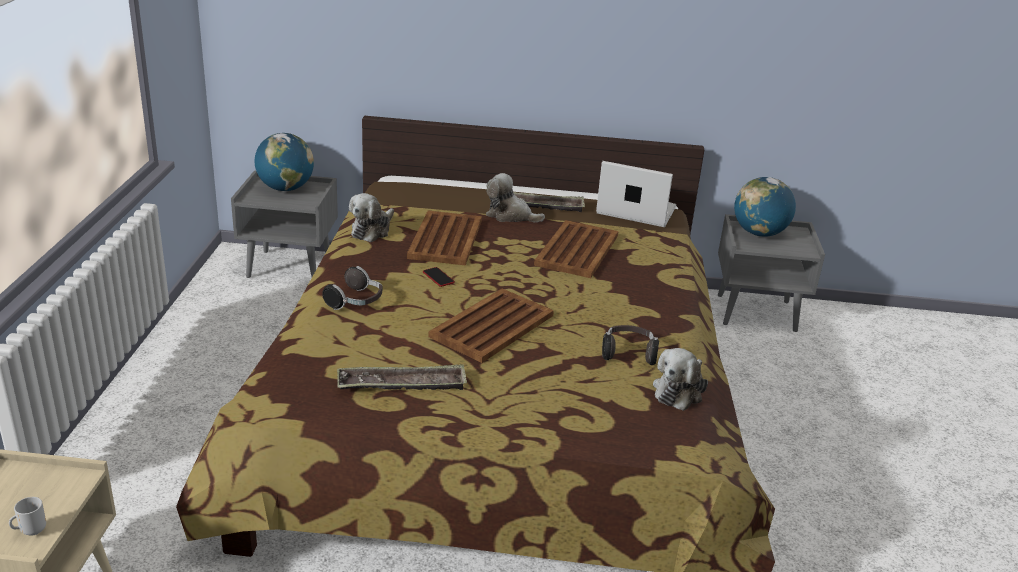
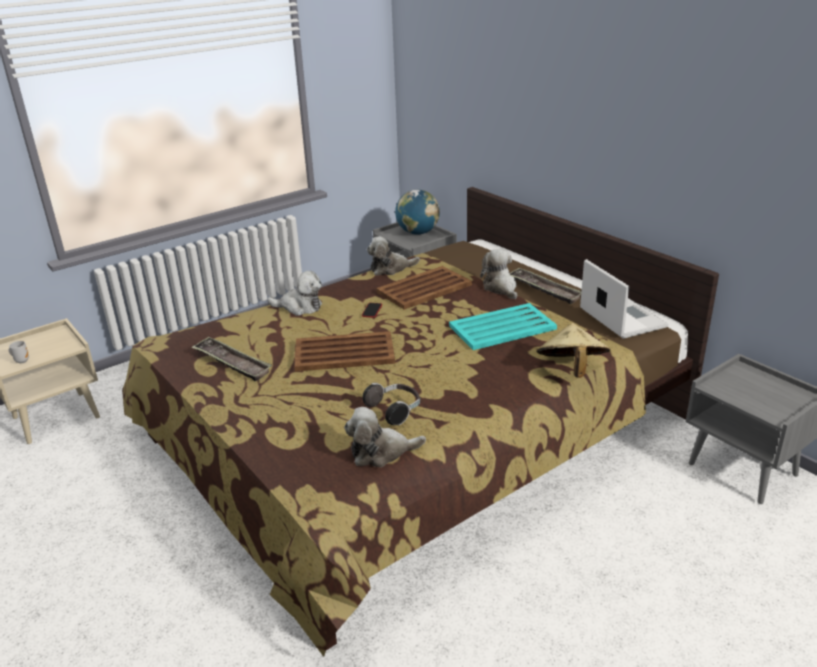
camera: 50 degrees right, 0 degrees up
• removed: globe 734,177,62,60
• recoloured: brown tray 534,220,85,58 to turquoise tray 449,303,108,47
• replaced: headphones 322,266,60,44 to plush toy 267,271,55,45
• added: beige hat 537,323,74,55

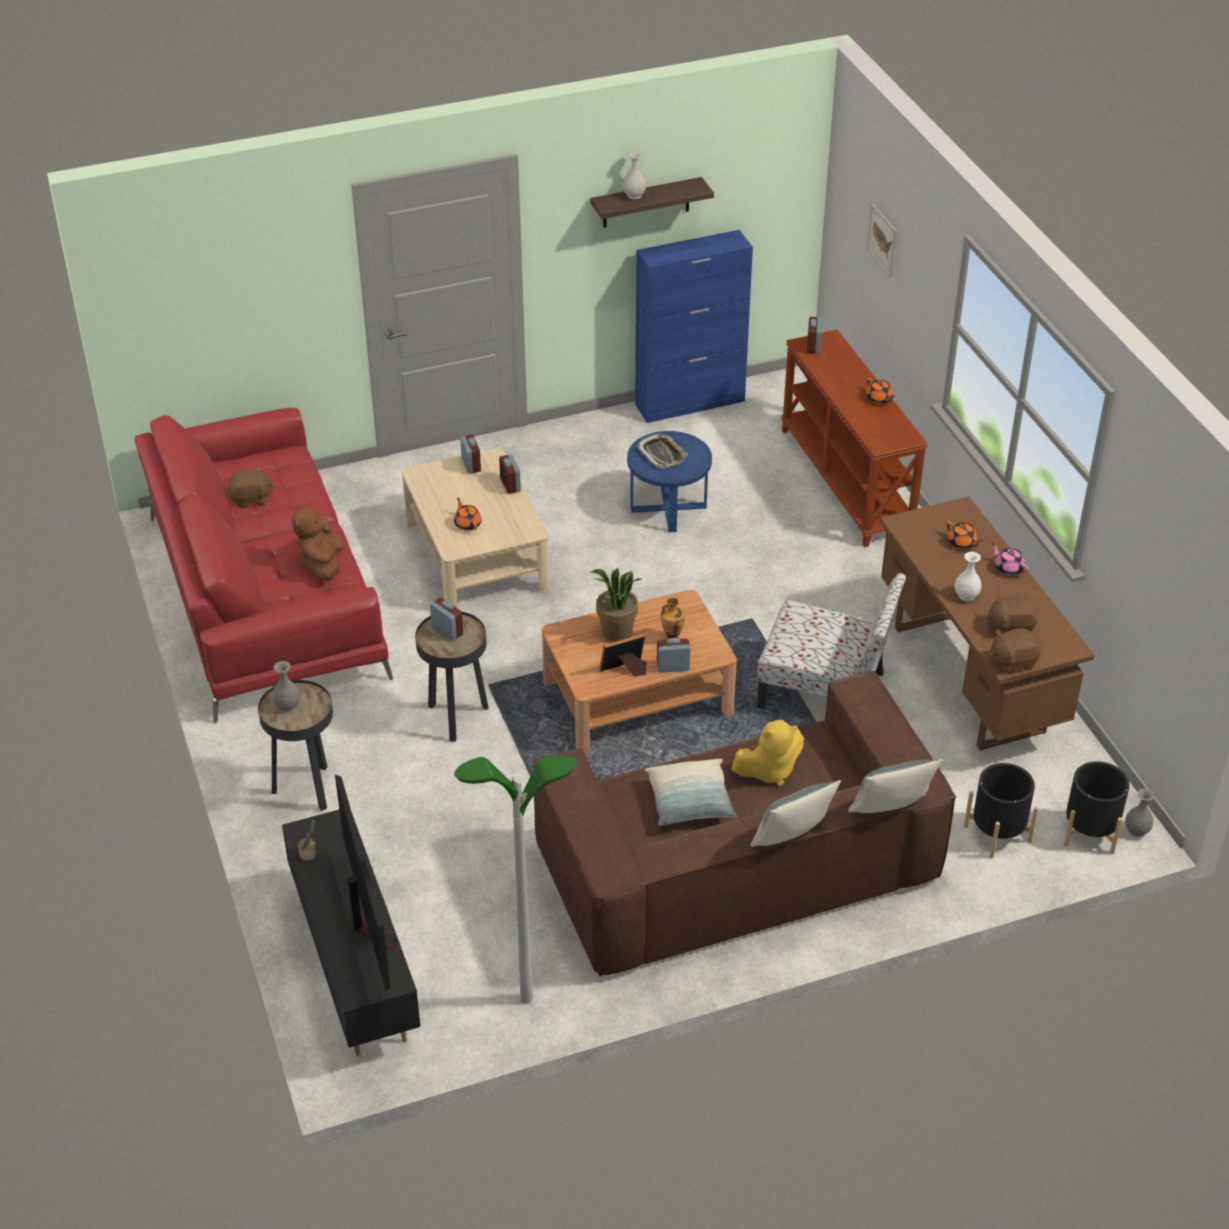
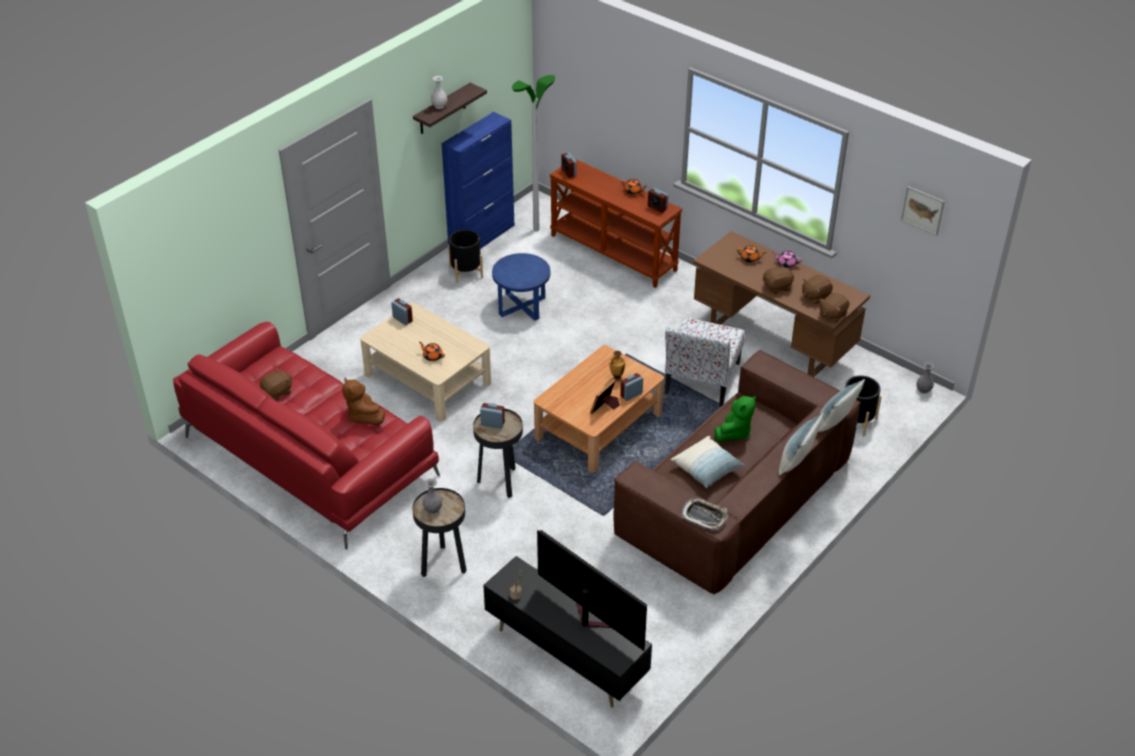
camera: 30 degrees left, 0 degrees up
• moved: picture 867,204,30,74 to 901,186,44,50
• moved: tray 636,434,52,35 to 682,498,46,33
• moved: alarm clock 499,454,22,40 to 648,188,20,25
• replaced: white vase 955,552,26,49 to brown plush toy 763,264,31,30
• removed: potted plant 591,568,50,74
• turned: chair 757,573,149,136 = 665,317,80,89 120 degrees clockwise
• recoloured: yellow plush toy 731,720,73,66 to green plush toy 714,396,42,46
• moved: floor lamp 454,756,123,248 to 512,75,43,156
• moved: black planter 1064,761,66,93 to 448,230,35,53

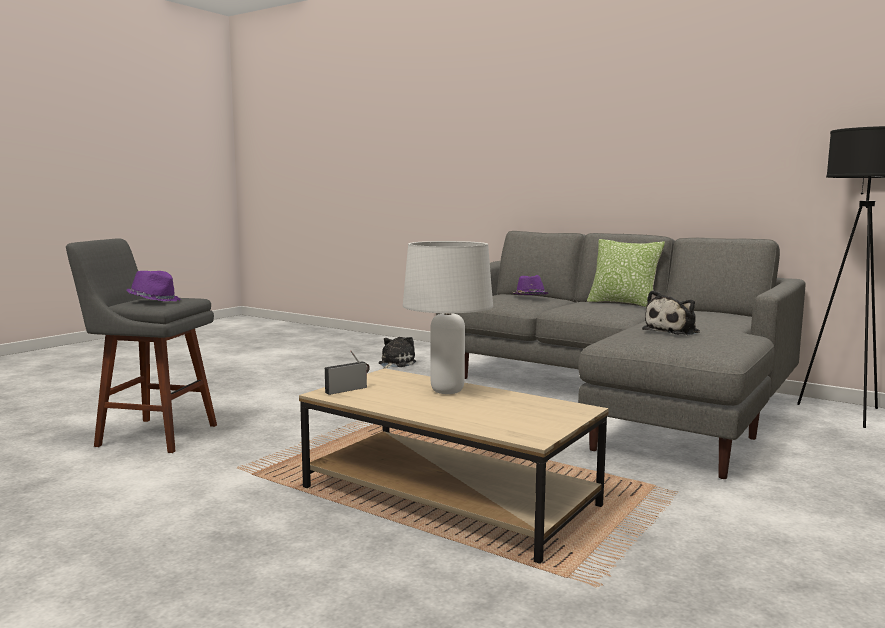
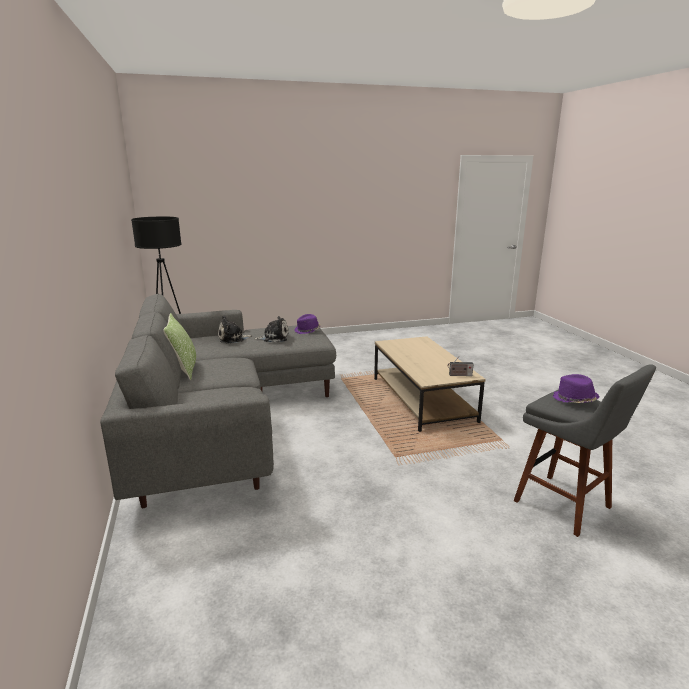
camera: 140 degrees left, 10 degrees up
• removed: white table lamp 403,241,90,153
• moved: purple hat 513,275,35,20 to 294,314,27,20
• moved: plush toy 378,337,38,32 to 218,315,35,28

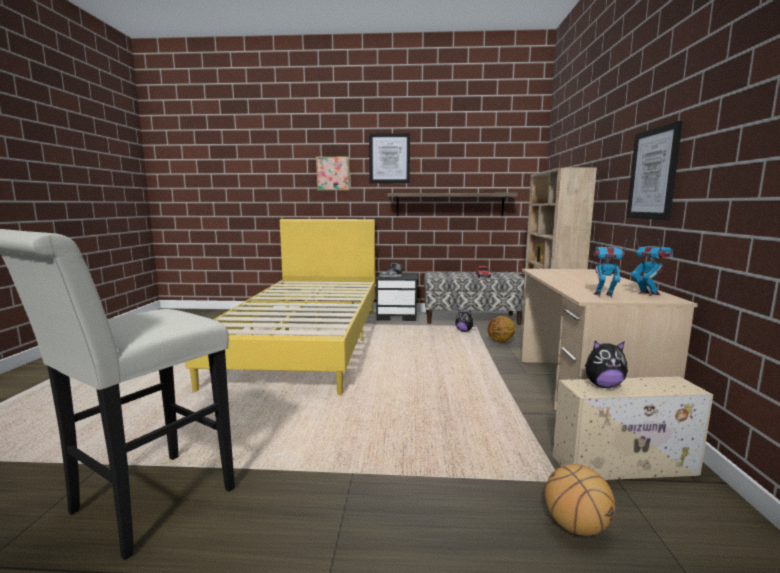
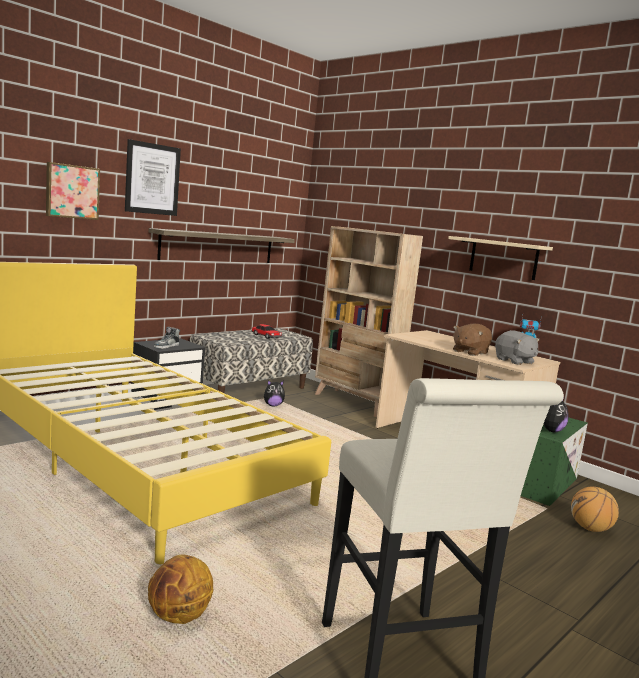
camera: 50 degrees left, 0 degrees up
• replaced: picture 627,121,55,99 to beige shelf 448,236,105,44
• replaced: toy robot 593,239,34,59 to grey plush toy 495,330,45,35
• moved: basketball 487,316,28,27 to 148,555,65,69
• recoloured: beige storage box 553,376,160,104 to green storage box 521,417,67,89
• added: brown plush toy 453,324,39,32

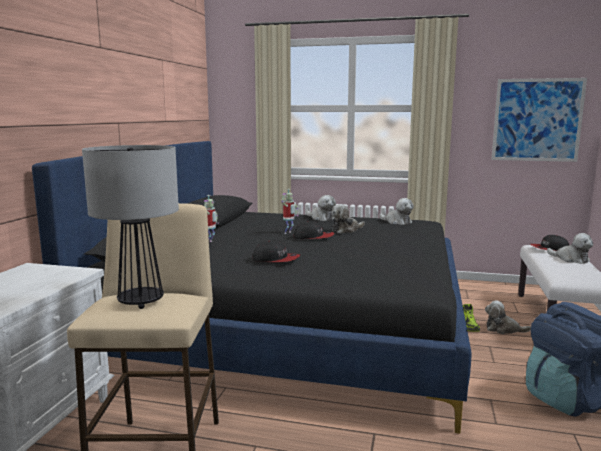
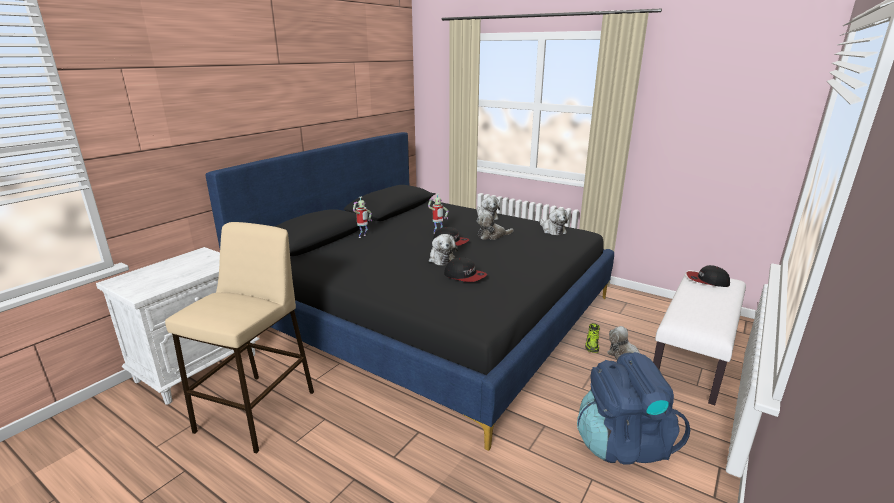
camera: 20 degrees right, 10 degrees up
• removed: picture 492,78,95,84
• removed: table lamp 82,145,97,164
• moved: plush toy 547,233,46,31 to 429,234,29,32
• moved: cap 253,241,47,21 to 444,257,43,25

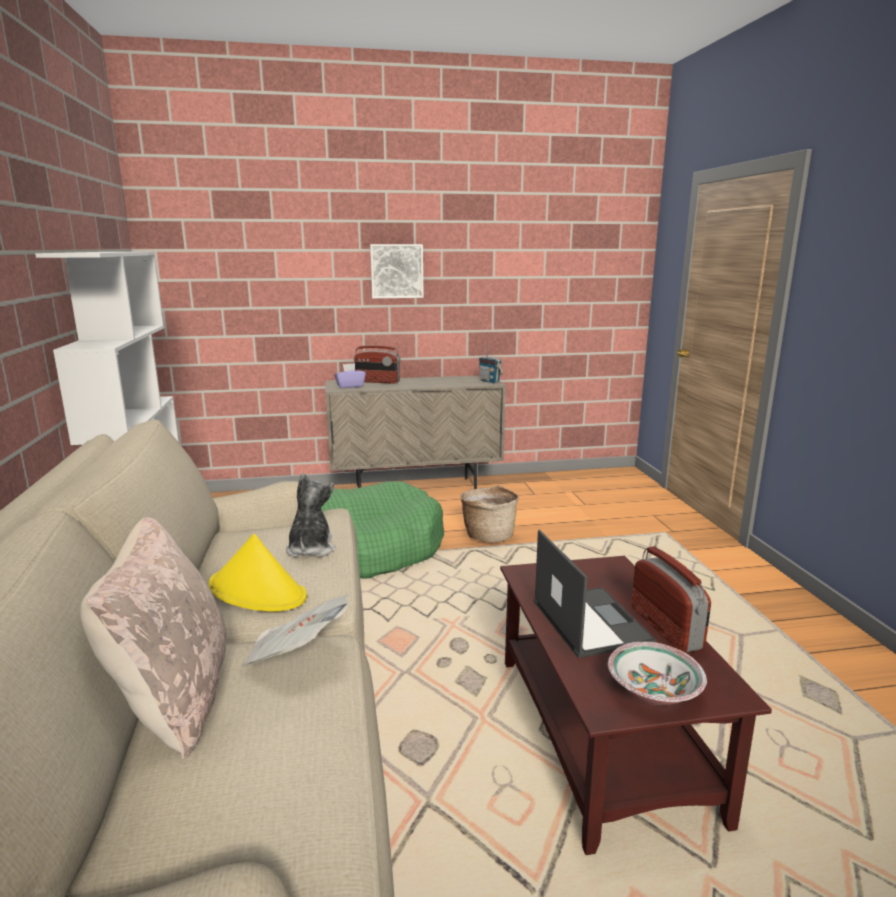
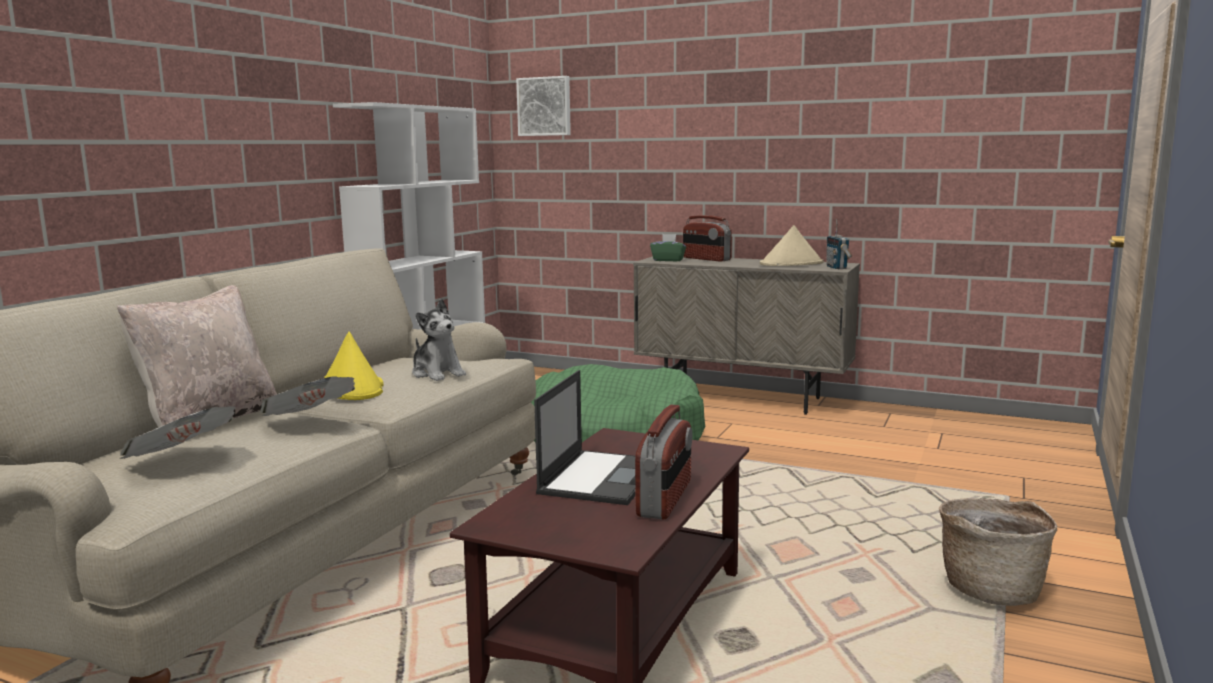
camera: 35 degrees right, 5 degrees down
• moved: picture 370,244,54,54 to 516,76,55,60
• recoloured: purple tissue box 334,363,32,25 to green tissue box 650,234,36,27
• turned: plush toy 286,473,50,84 = 412,299,54,82 105 degrees clockwise
• moved: basket 460,485,59,58 to 939,498,118,108
• removed: bowl 608,642,99,63
• added: beige hat 760,225,64,41
• added: newspaper 120,406,116,53

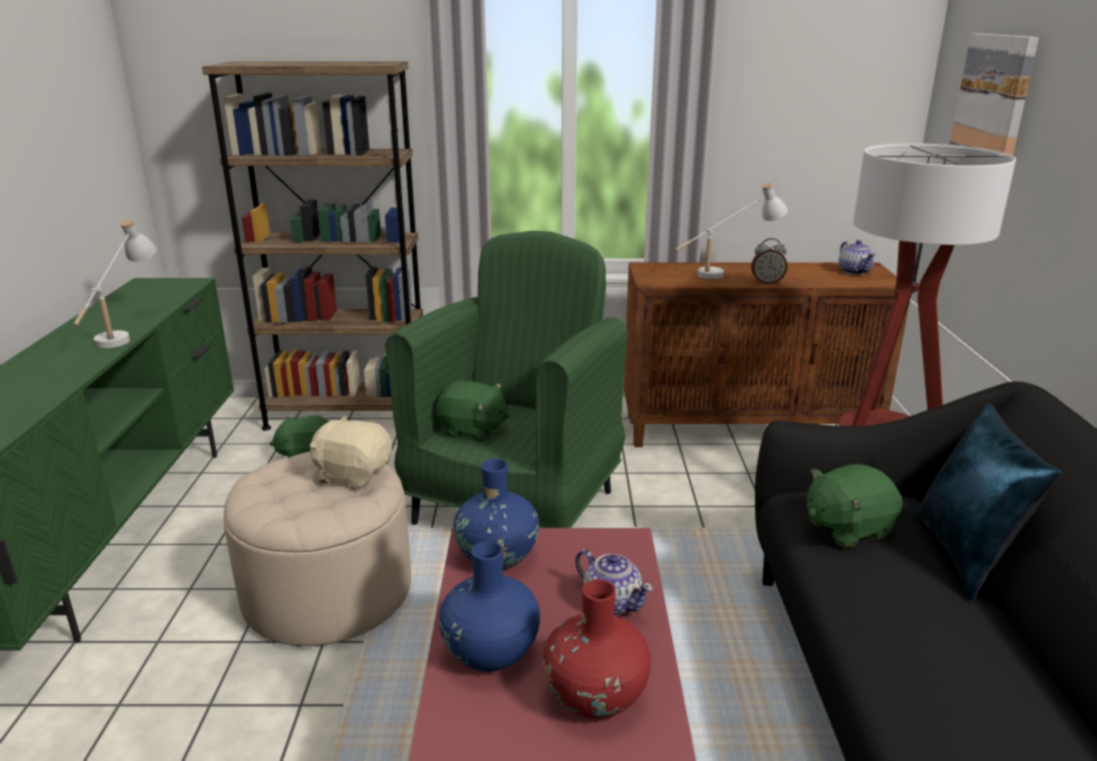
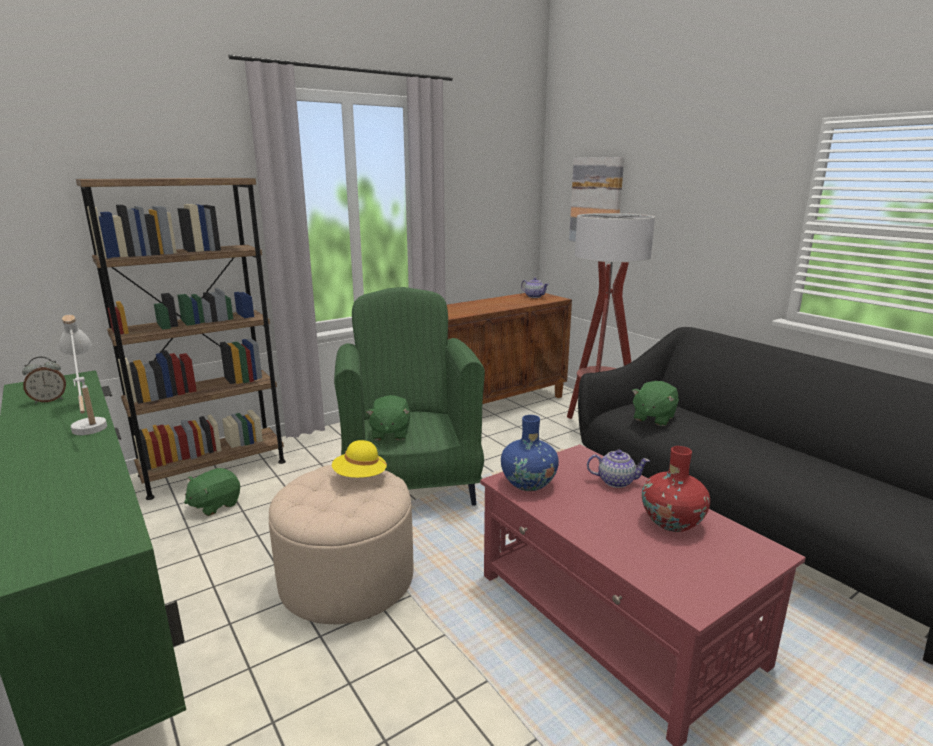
camera: 35 degrees left, 5 degrees down
• removed: white table lamp 675,183,113,96
• moved: alarm clock 751,238,36,46 to 22,356,44,47
• turned: green plush toy 436,381,74,61 = 366,395,44,45 105 degrees clockwise
• removed: blue pillow 914,403,148,197
• replaced: beige plush toy 310,415,82,75 to yellow hat 332,440,56,38
• removed: blue vase 439,541,101,130

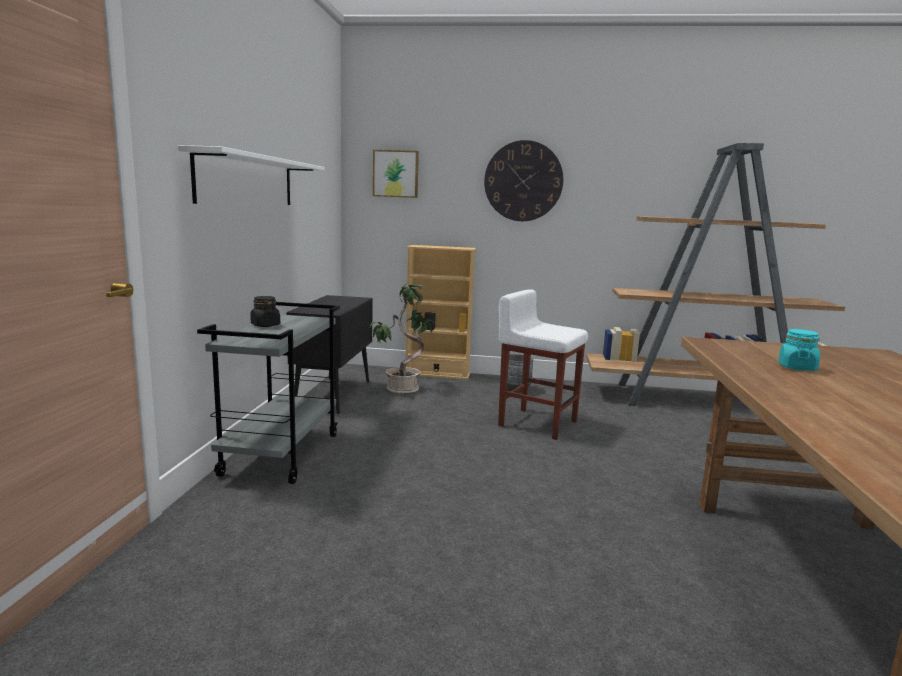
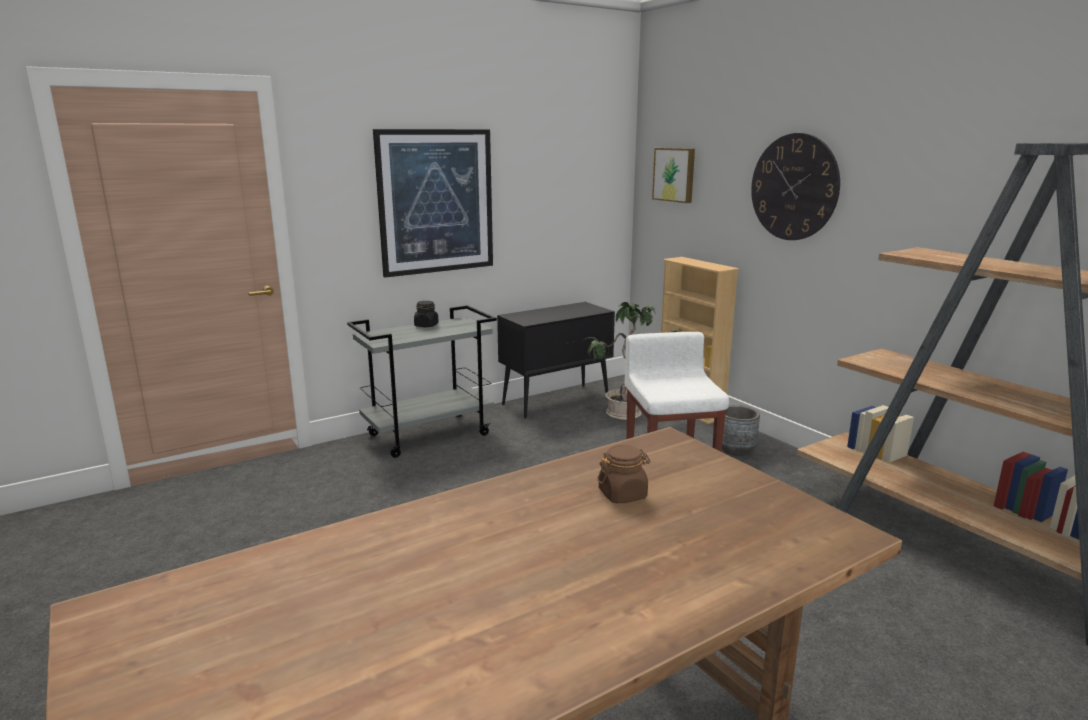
camera: 50 degrees right, 5 degrees up
• replaced: white shelf 178,145,147,60 to picture 373,129,120,149
• recoloured: turquoise jar 778,329,42,42 to brown jar 598,445,52,58

